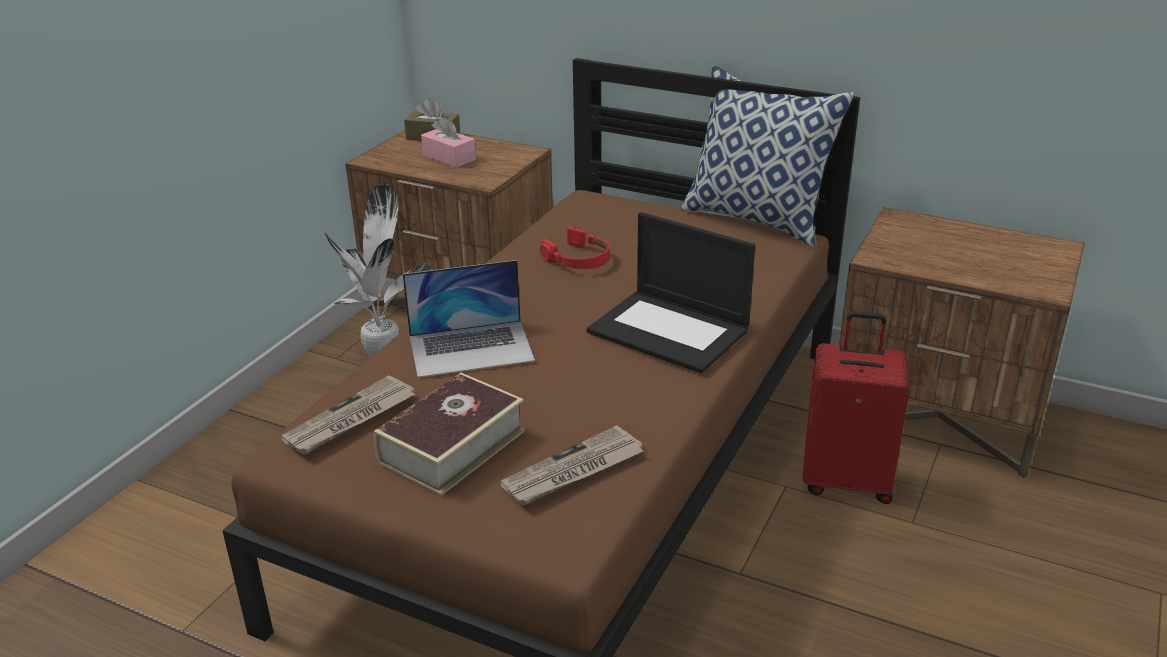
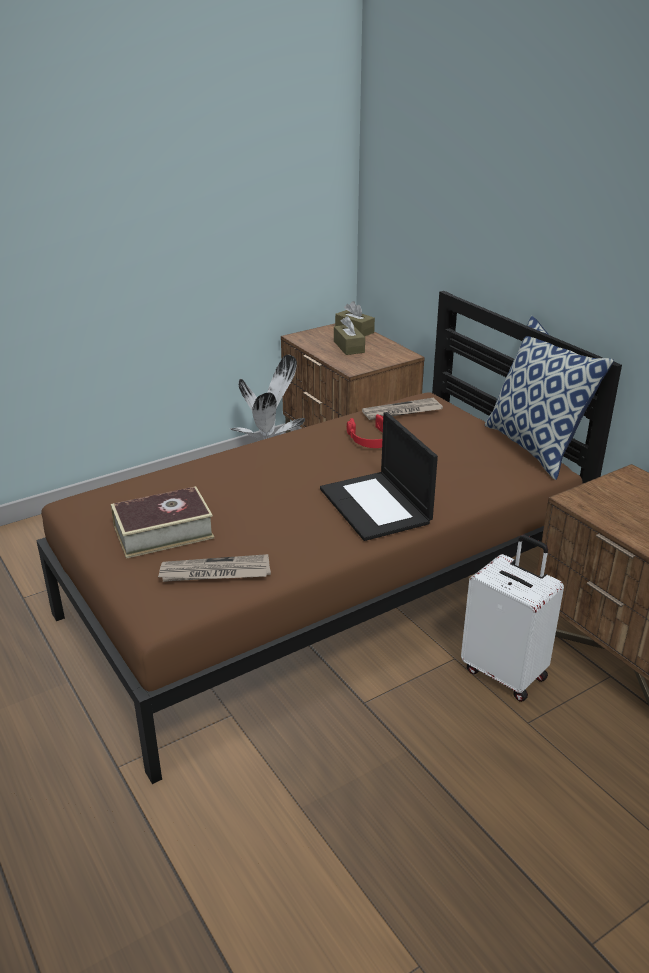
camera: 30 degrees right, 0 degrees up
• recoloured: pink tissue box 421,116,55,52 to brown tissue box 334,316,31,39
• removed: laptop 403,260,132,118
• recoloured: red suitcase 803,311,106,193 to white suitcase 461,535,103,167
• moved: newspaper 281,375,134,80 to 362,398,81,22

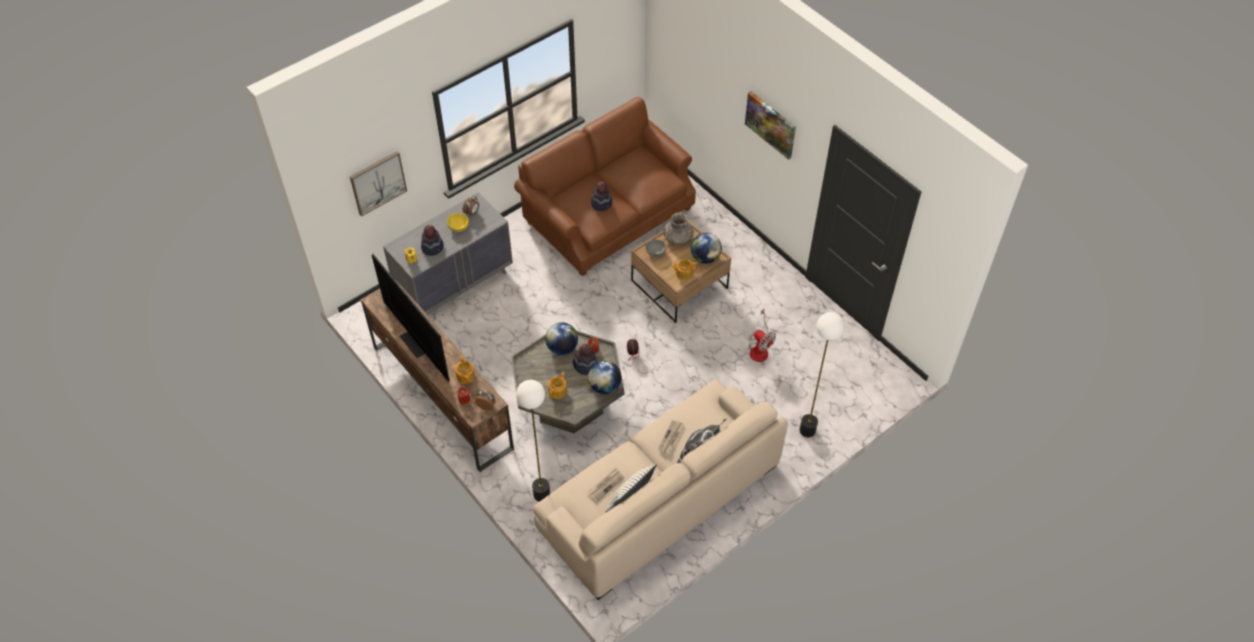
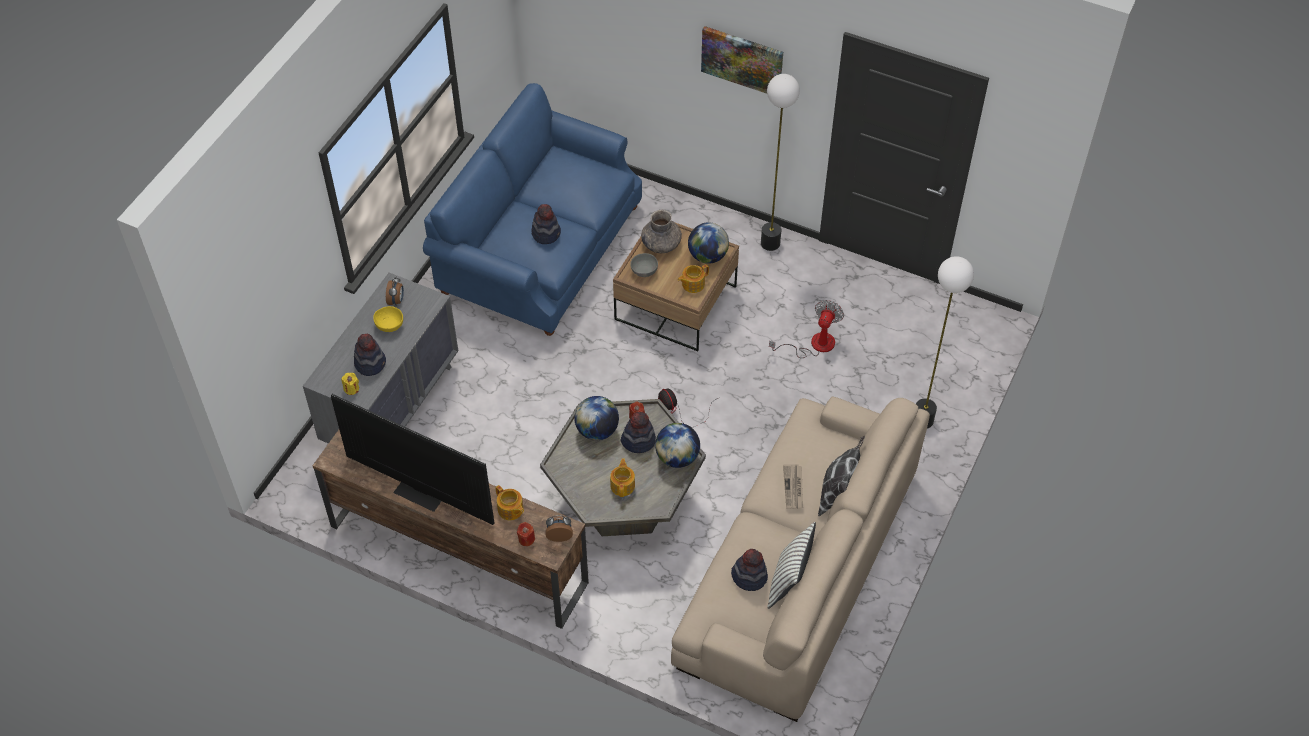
camera: 25 degrees left, 0 degrees up
• recoloured: brown sofa 514,97,182,179 to blue sofa 423,83,219,253
• removed: picture 350,151,57,66
• turned: fan 749,308,27,54 = 769,300,75,58 90 degrees counterclockwise
• moved: floor lamp 516,380,34,122 to 761,74,39,177
• replaced: newspaper 587,468,37,35 to hat 731,549,37,42

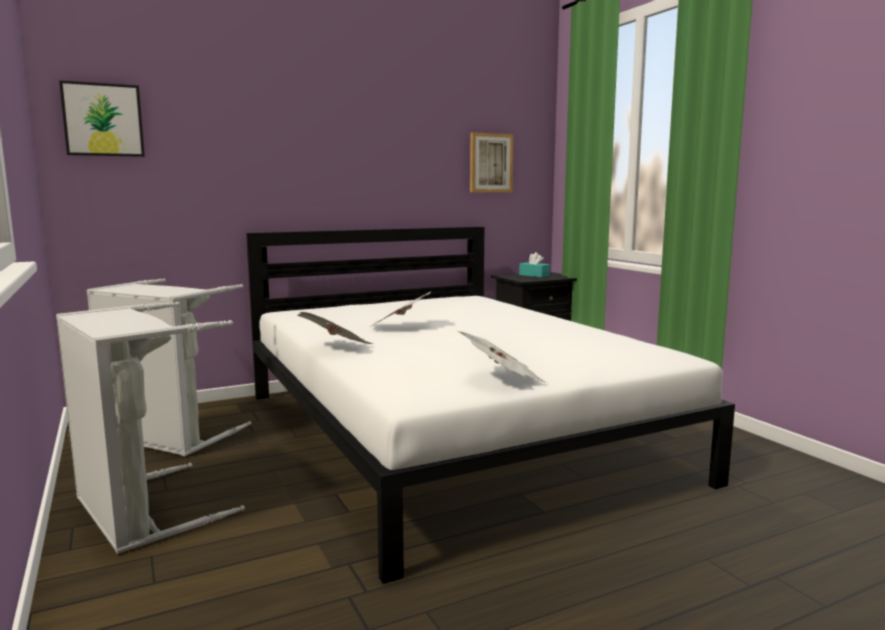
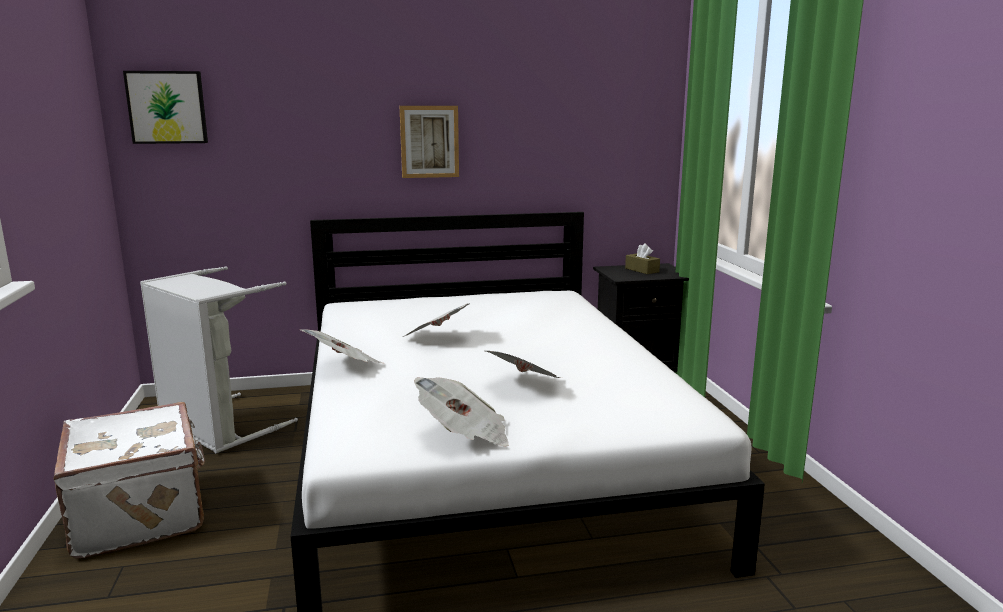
camera: 15 degrees right, 5 degrees up
• moved: picture 470,132,44,60 to 400,106,59,72
• recoloured: turquoise tissue box 519,252,31,26 to brown tissue box 625,243,35,31
• replaced: grey laundry basket 56,302,189,252 to white suitcase 53,402,152,157
• added: newspaper 486,351,77,27

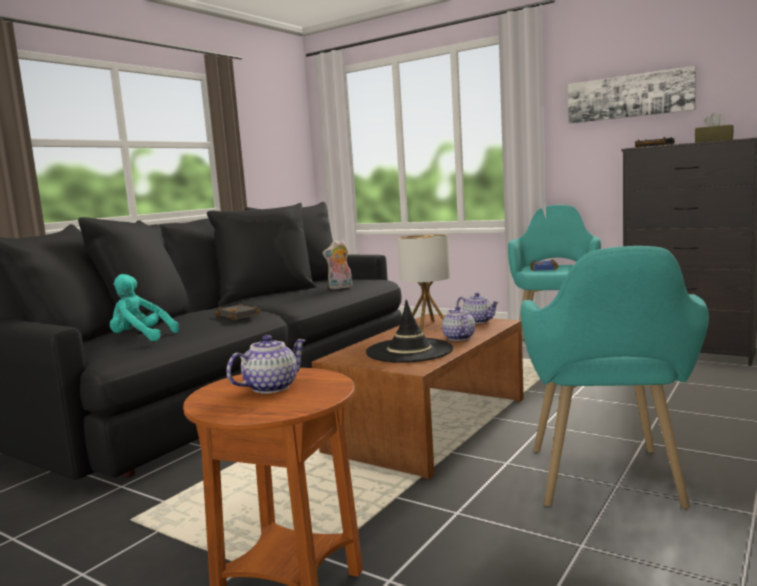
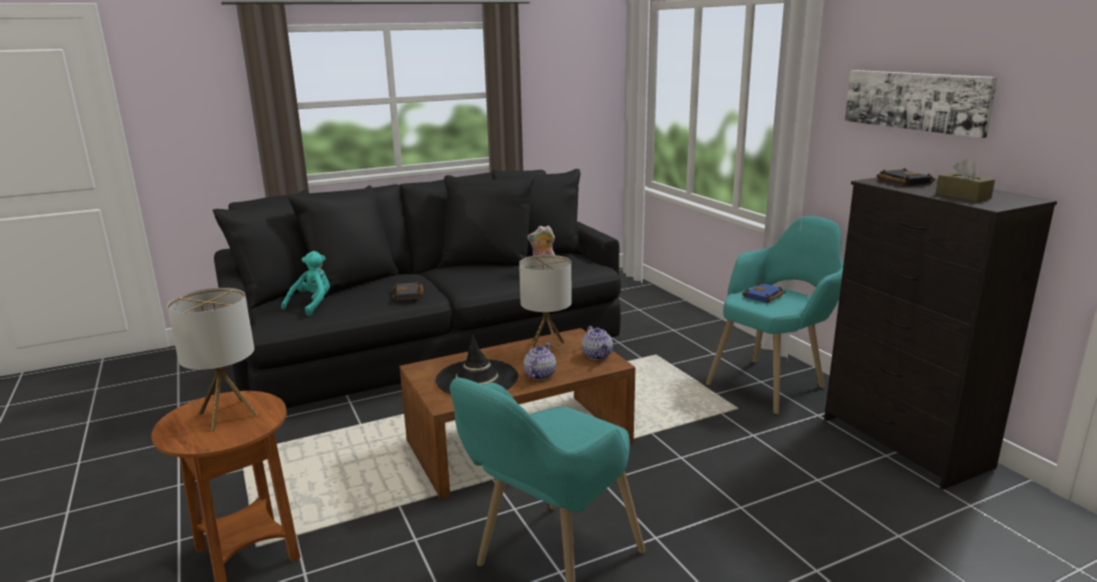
camera: 30 degrees right, 10 degrees up
• turned: turquoise plush toy 110,274,69,67 = 281,251,49,65 75 degrees clockwise
• replaced: teapot 226,335,80,59 to table lamp 167,288,92,143

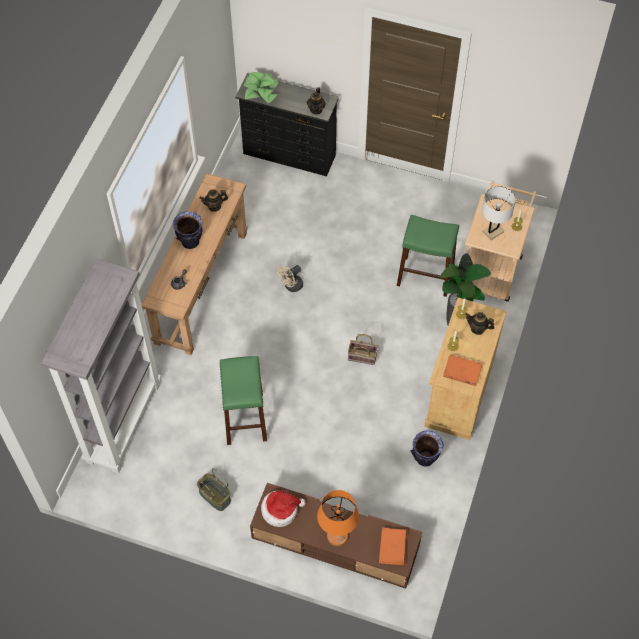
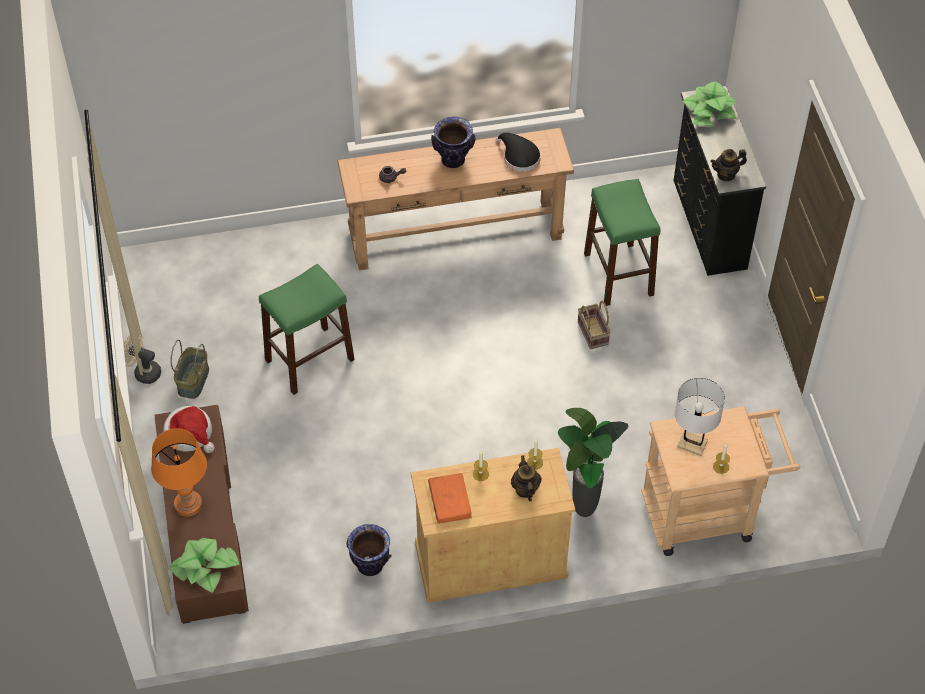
camera: 60 degrees right, 5 degrees down
• replaced: teapot 199,189,29,23 to black hat 496,133,45,39
• moved: green stool 397,215,62,82 to 584,179,77,127
• removed: grey bookcase 41,259,120,214
• moved: beige fan 278,265,25,27 to 123,335,38,49
• moved: basket 348,334,30,31 to 578,301,33,48
• replaced: orange book 379,528,28,37 to potted plant 169,538,71,55

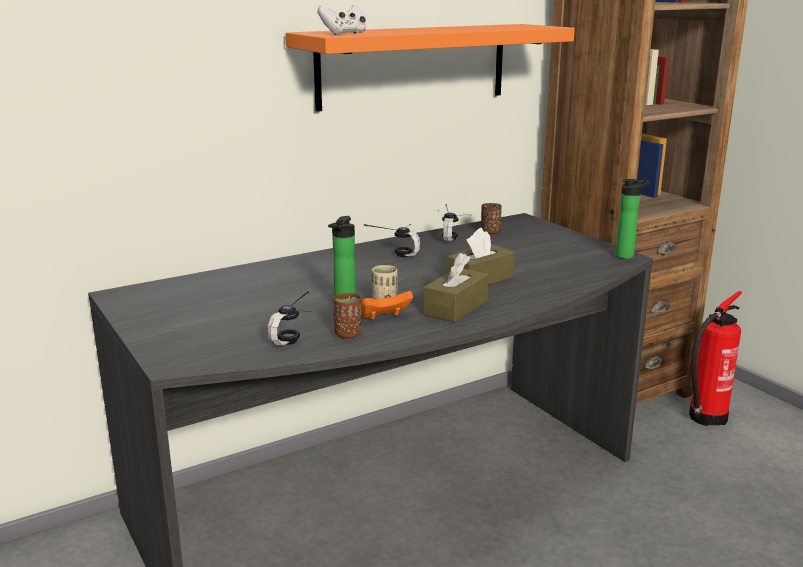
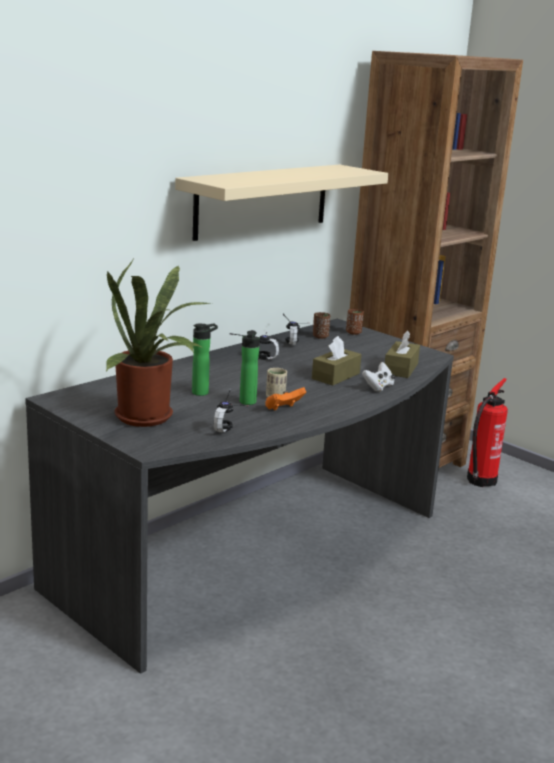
camera: 15 degrees left, 0 degrees up
• moved: white game controller 317,5,49,30 to 362,362,33,30
• recoloured: orange shelf 286,24,289,88 to beige shelf 175,164,213,77
• moved: bottle 615,179,35,80 to 192,323,26,73
• moved: brown tissue box 423,253,66,70 to 385,331,35,47
• moved: brown cup 334,293,28,46 to 346,309,18,26
• added: potted plant 106,259,106,168

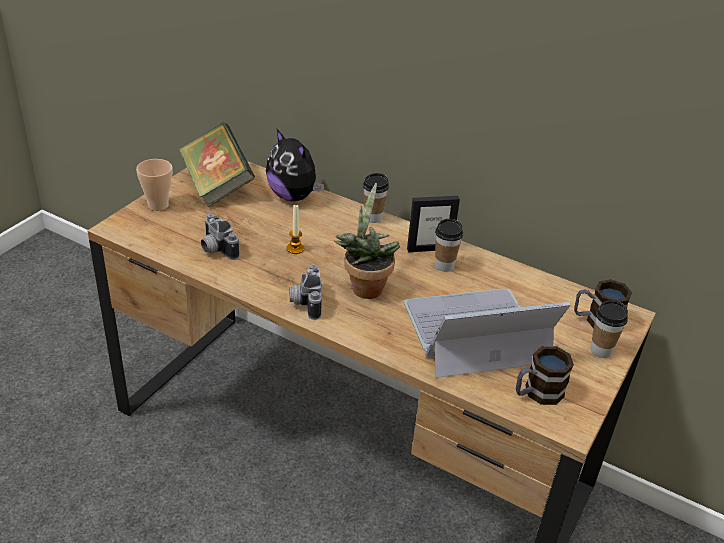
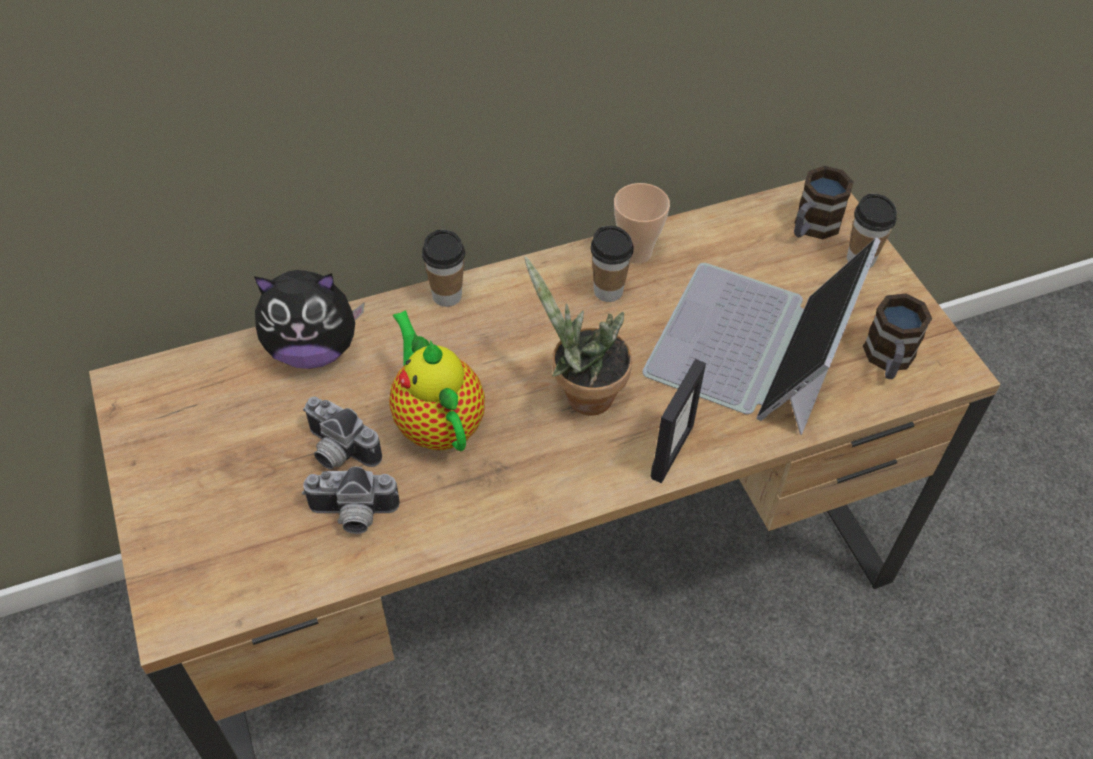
camera: 50 degrees left, 15 degrees up
• removed: book 179,123,76,84
• moved: cup 136,159,36,52 to 614,183,56,80
• moved: picture frame 407,196,53,56 to 650,359,56,124
• replaced: candle 286,205,18,49 to teapot 389,310,96,141
• moved: photo camera 290,264,32,56 to 303,397,79,73

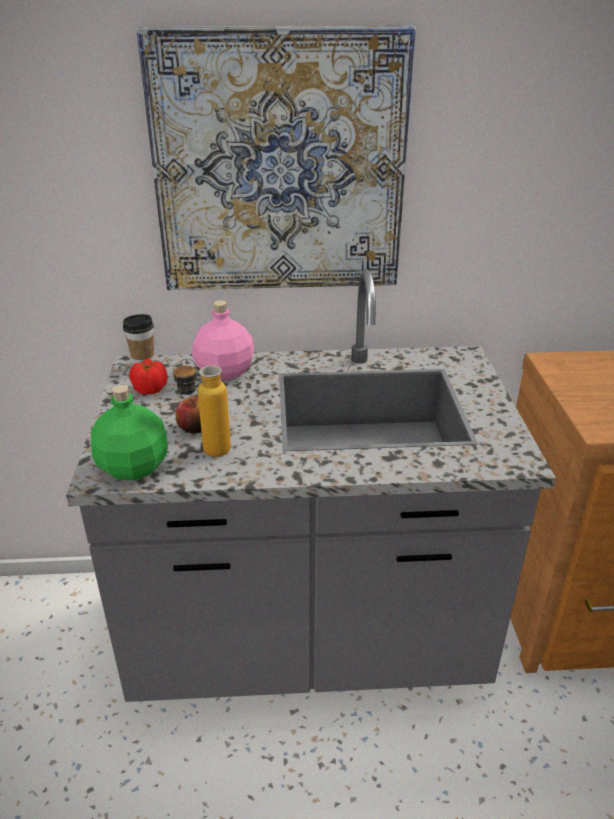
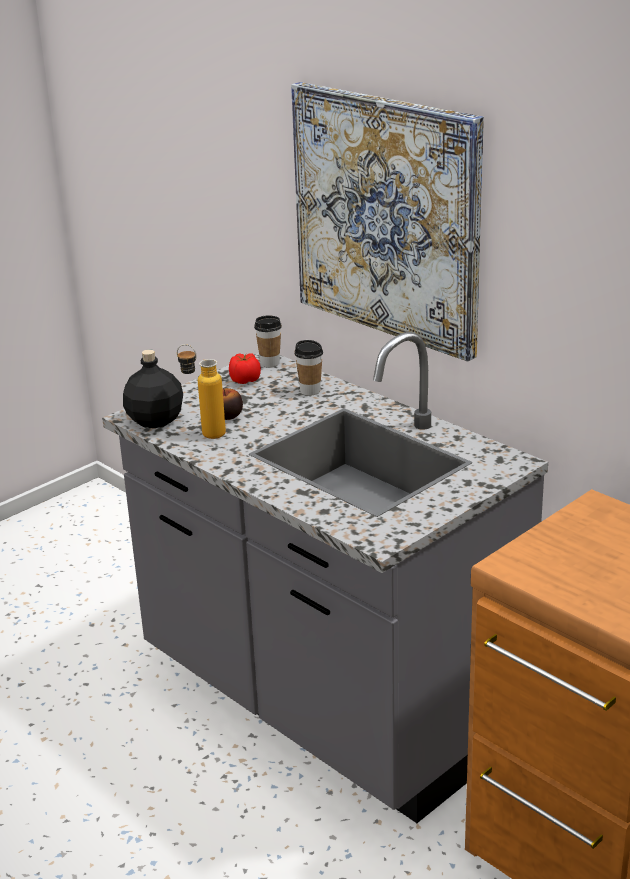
camera: 50 degrees right, 5 degrees down
• replaced: pink bottle 192,300,62,81 to cup 295,340,28,56
• recoloured: green bottle 91,385,77,95 to black bottle 123,349,60,79

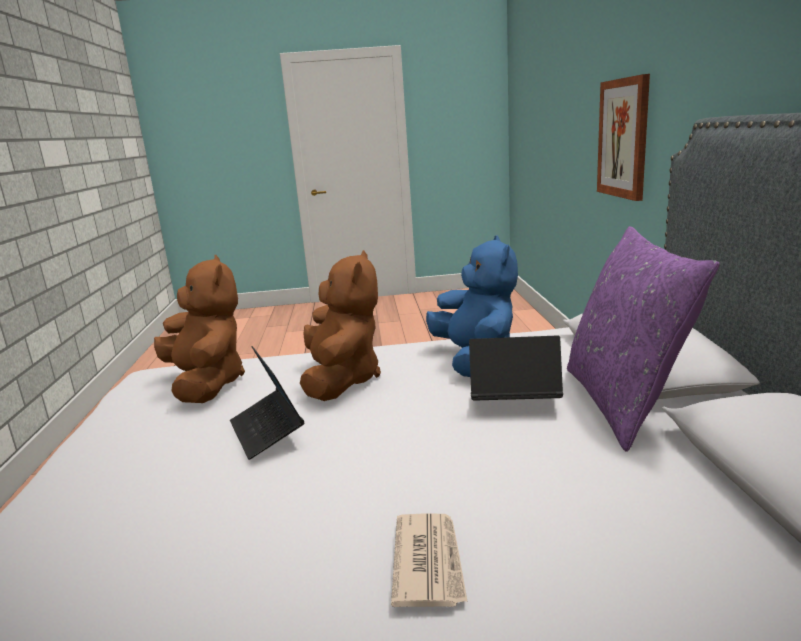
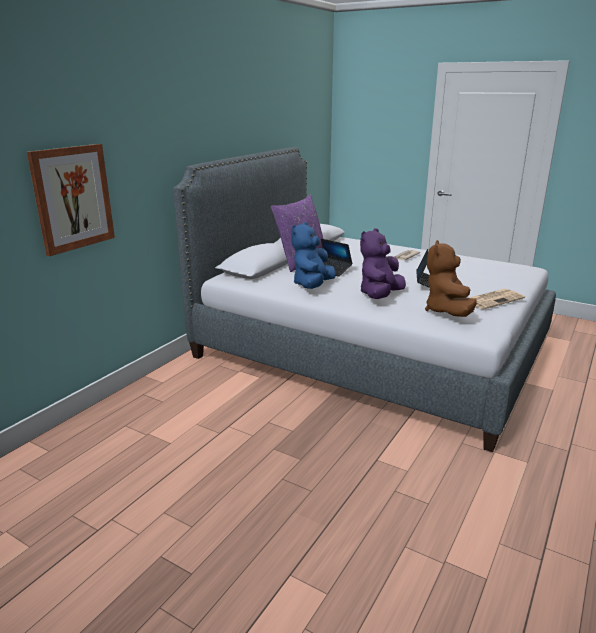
camera: 145 degrees left, 5 degrees up
• recoloured: brown plush toy 300,250,81,151 to purple plush toy 360,228,46,71
• added: newspaper 470,289,55,20

